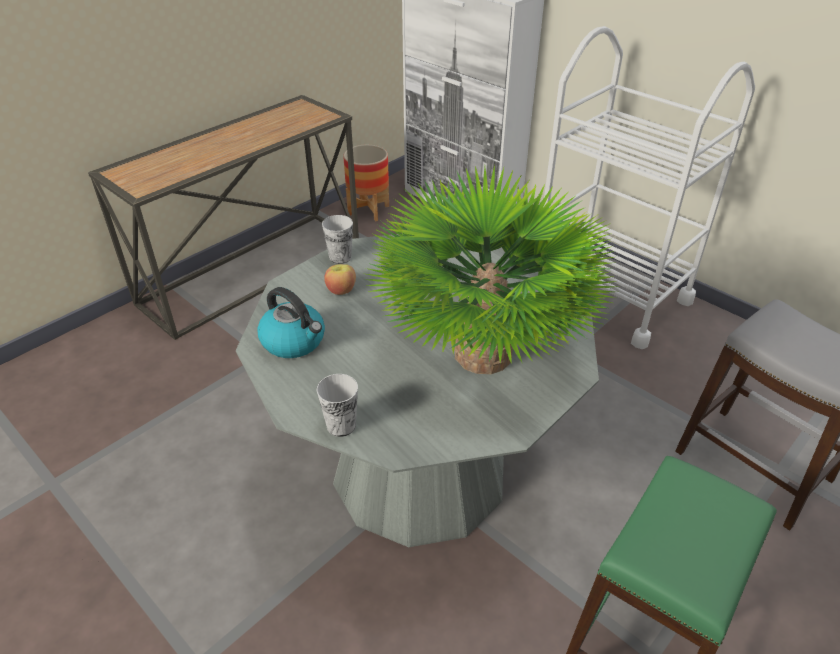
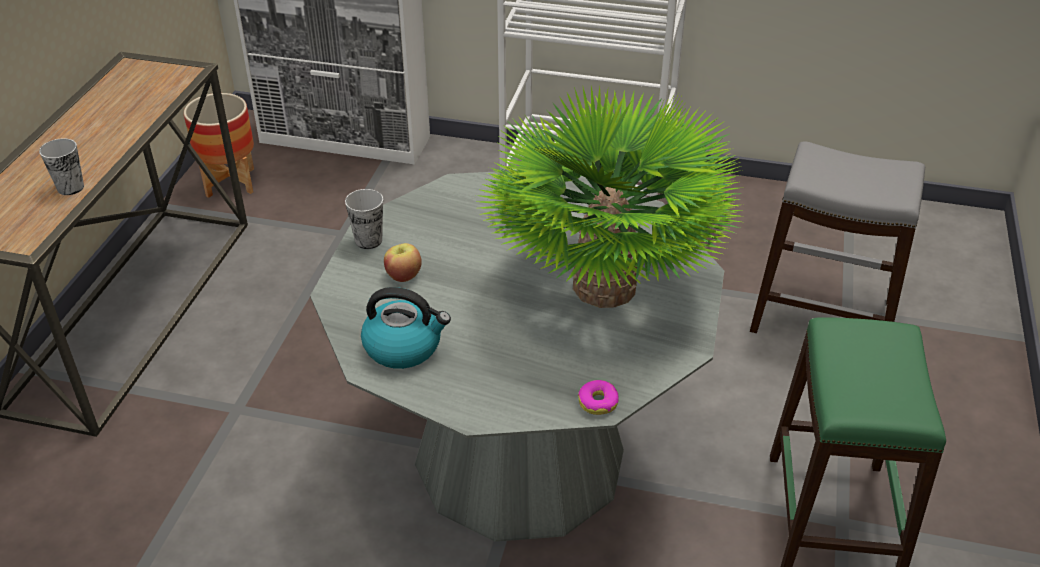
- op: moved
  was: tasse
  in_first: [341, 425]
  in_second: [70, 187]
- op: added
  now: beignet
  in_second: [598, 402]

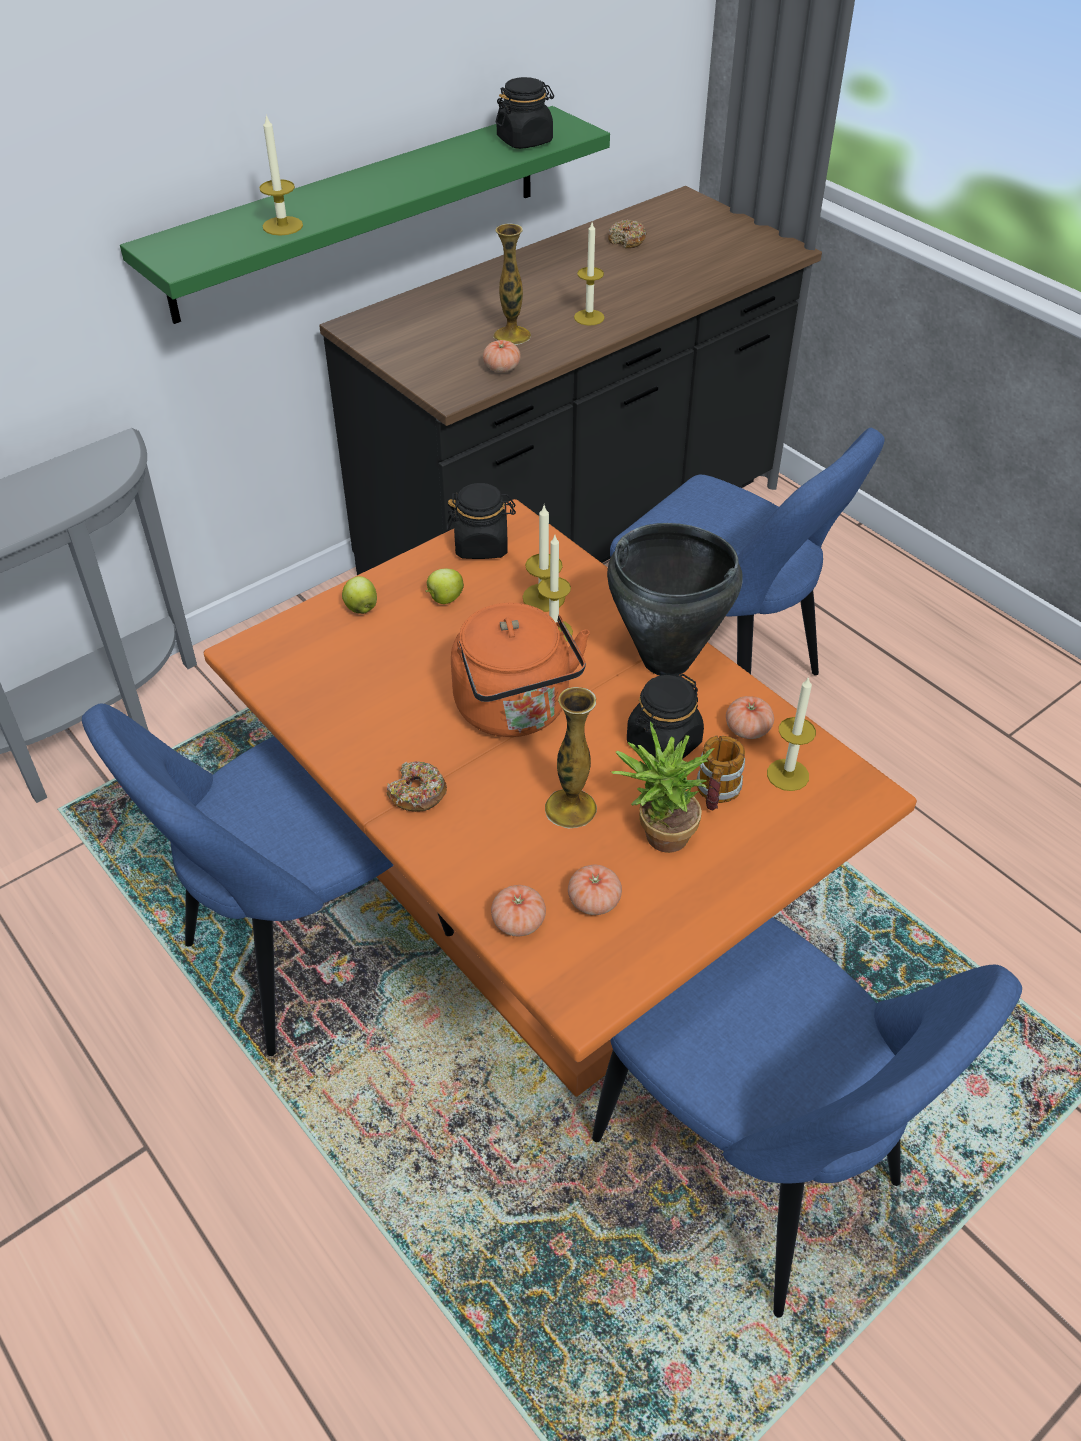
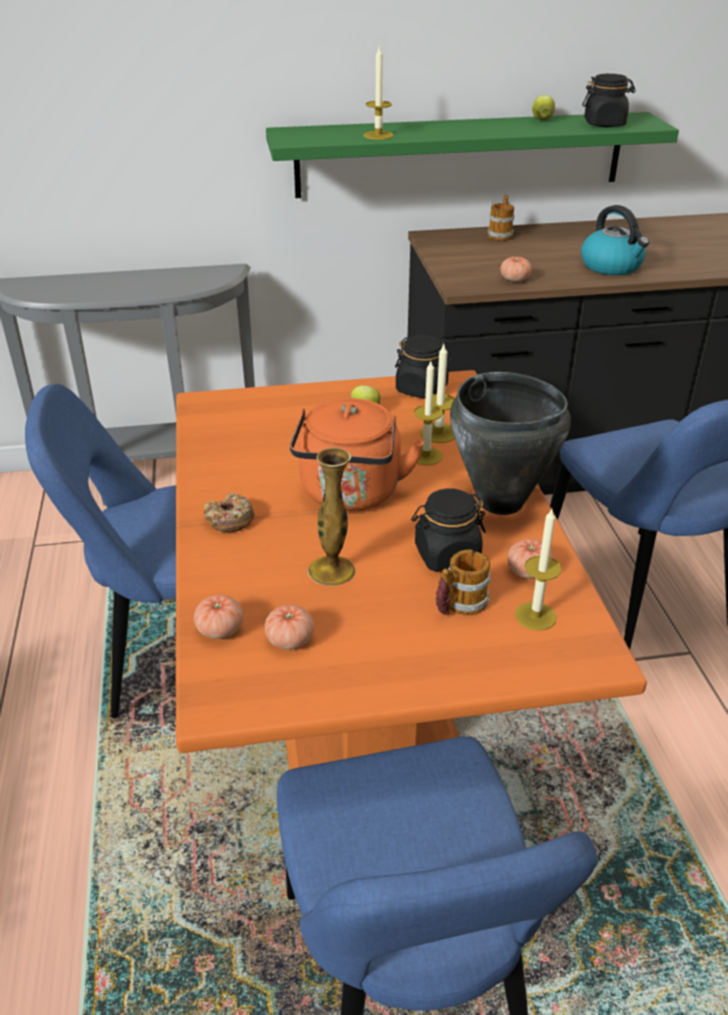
- op: added
  now: mug
  in_second: [501, 234]
- op: moved
  was: pomme
  in_first: [361, 608]
  in_second: [542, 120]
- op: replaced
  was: bougie
  now: bouilloire
  in_first: [589, 317]
  in_second: [612, 266]
- op: removed
  was: vase
  in_first: [512, 335]
- op: removed
  was: beignet
  in_first: [627, 241]
- op: removed
  was: plante en pot
  in_first: [657, 837]

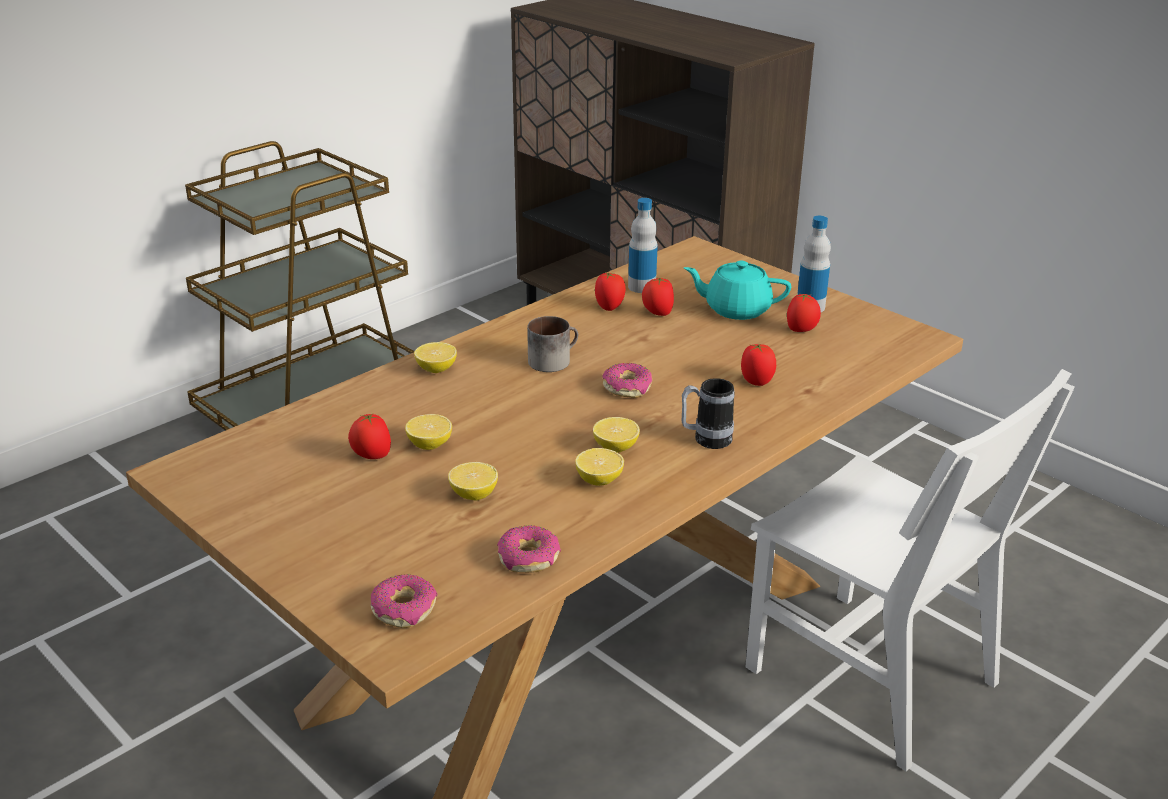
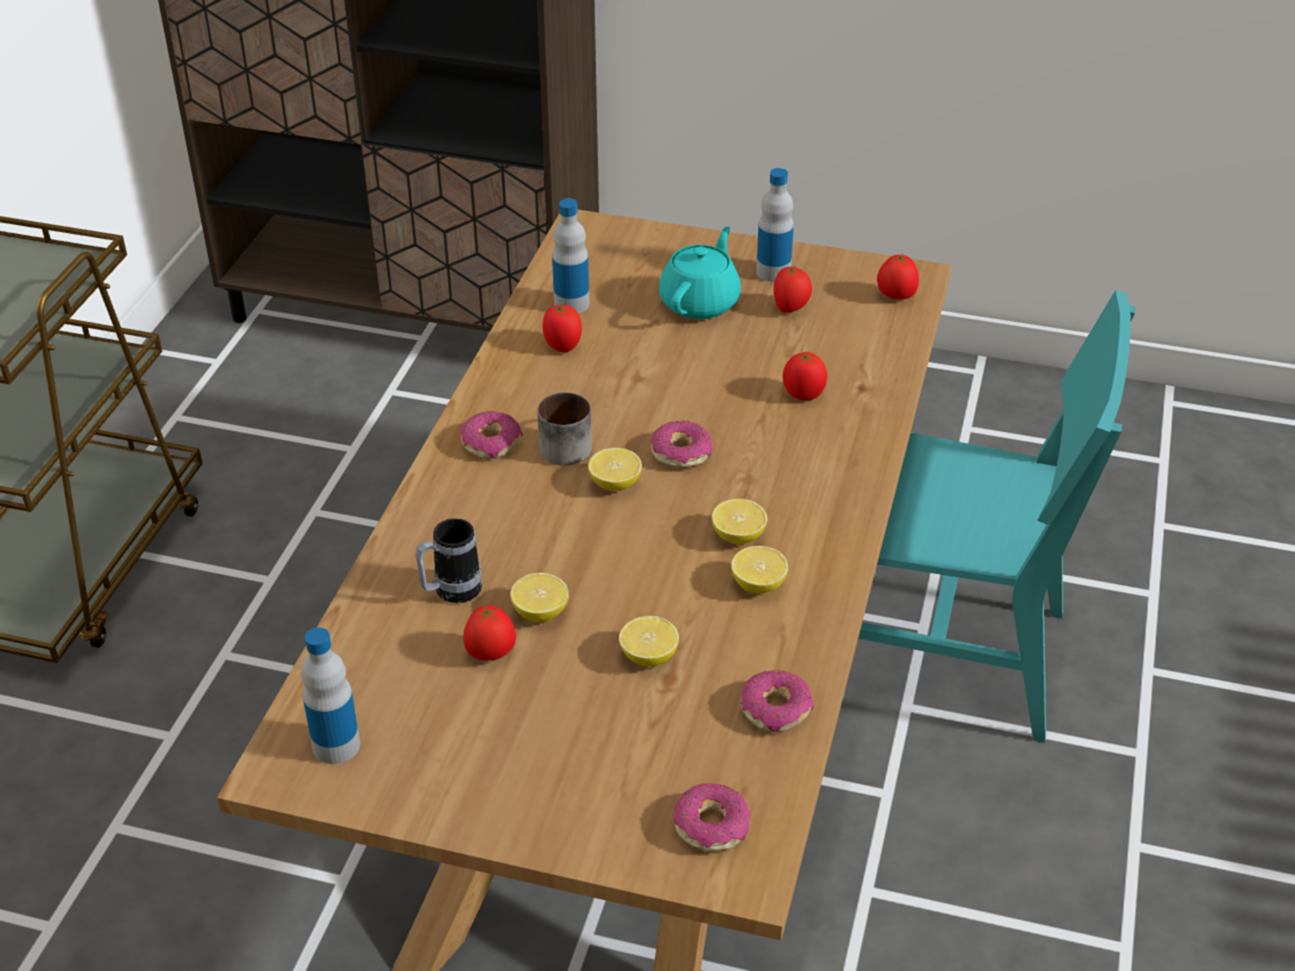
- op: added
  now: bouteille
  in_second: [336, 745]
- op: moved
  was: mug
  in_first: [705, 440]
  in_second: [450, 592]
- op: added
  now: beignet
  in_second: [491, 443]
- op: moved
  was: citron
  in_first: [436, 369]
  in_second: [615, 484]
- op: turned
  was: théière/turquoise
  in_first: [736, 309]
  in_second: [700, 302]
  clockwise: 135
- op: recoloured
  was: chaise/blanc
  now: chaise/turquoise
  in_first: [870, 676]
  in_second: [948, 655]
- op: moved
  was: tomate
  in_first: [657, 313]
  in_second: [896, 296]

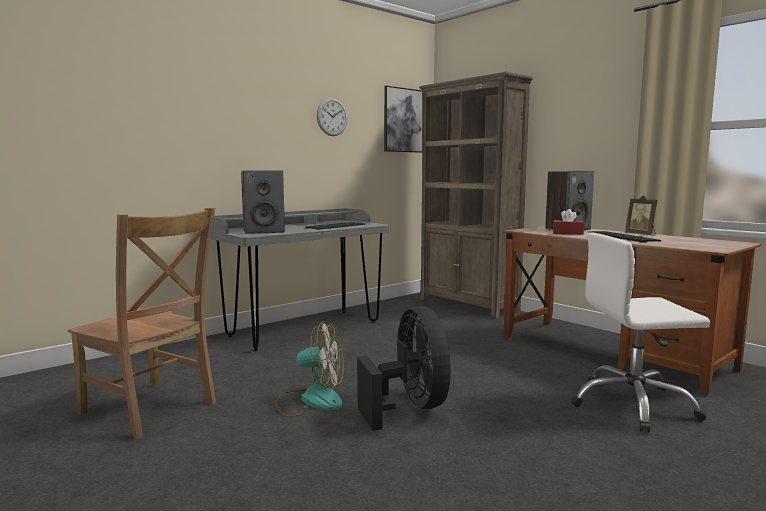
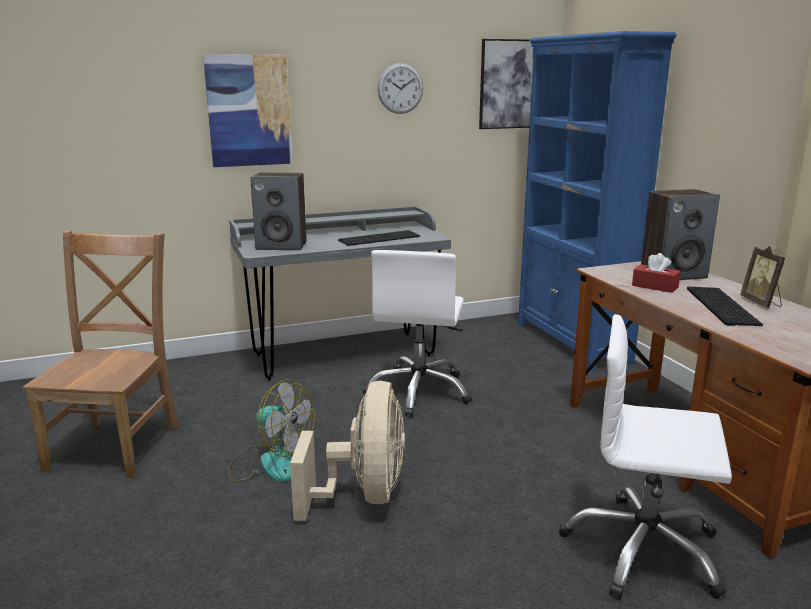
- op: turned
  was: chaise/marron
  in_first: [151, 410]
  in_second: [117, 444]
  clockwise: -135
- op: added
  now: tableau
  in_second: [249, 111]
- op: recoloured
  was: ventilateur/noir
  now: ventilateur/beige
  in_first: [410, 408]
  in_second: [364, 495]
- op: added
  now: chaise de bureau/blanc
  in_second: [419, 391]
- op: recoloured
  was: bibliothèque/marron
  now: bibliothèque/bleu
  in_first: [468, 305]
  in_second: [572, 342]

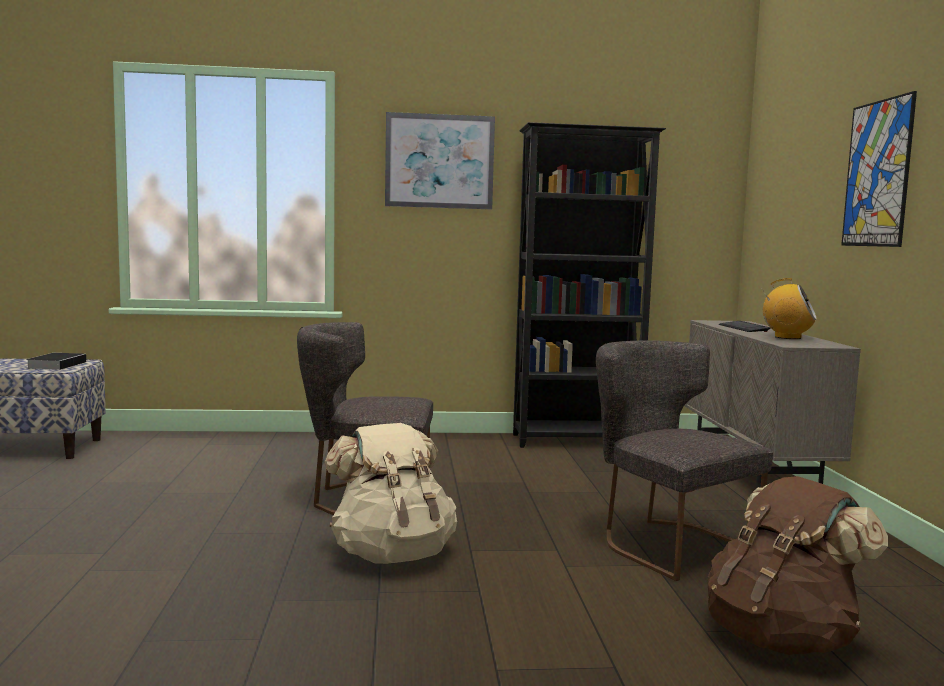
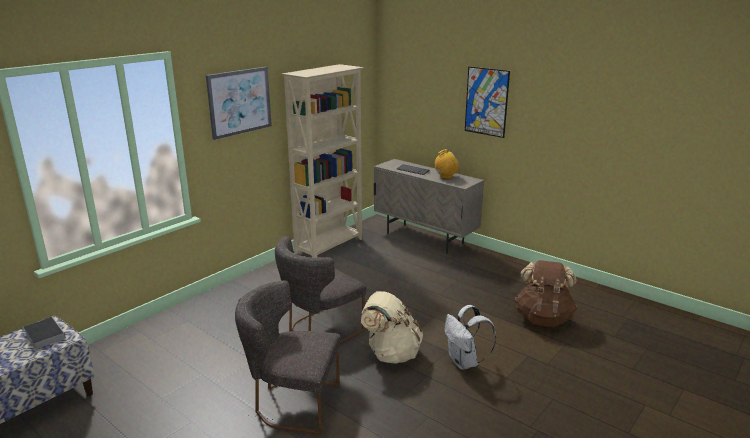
- op: moved
  was: chaise/gris
  in_first: [666, 543]
  in_second: [292, 403]
- op: recoloured
  was: bibliothèque/noir
  now: bibliothèque/beige
  in_first: [577, 441]
  in_second: [330, 246]
- op: added
  now: sac à dos/blanc
  in_second: [465, 362]

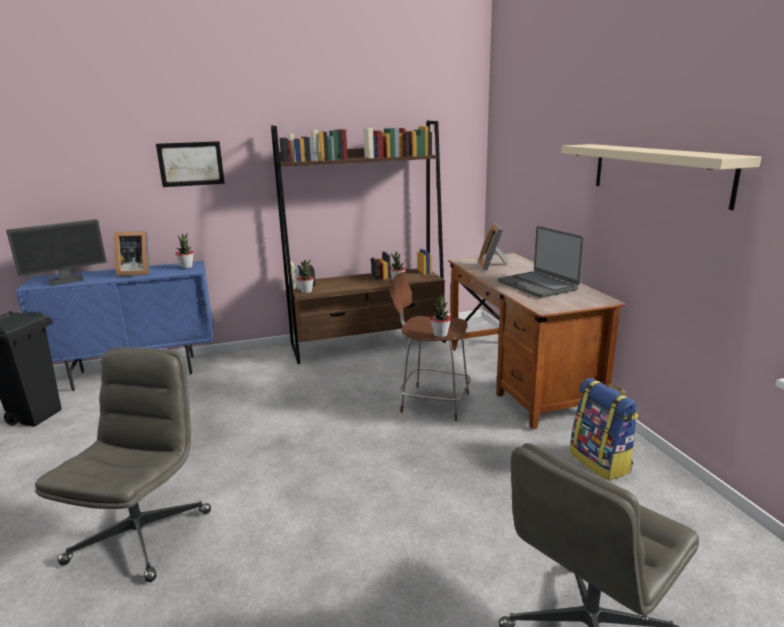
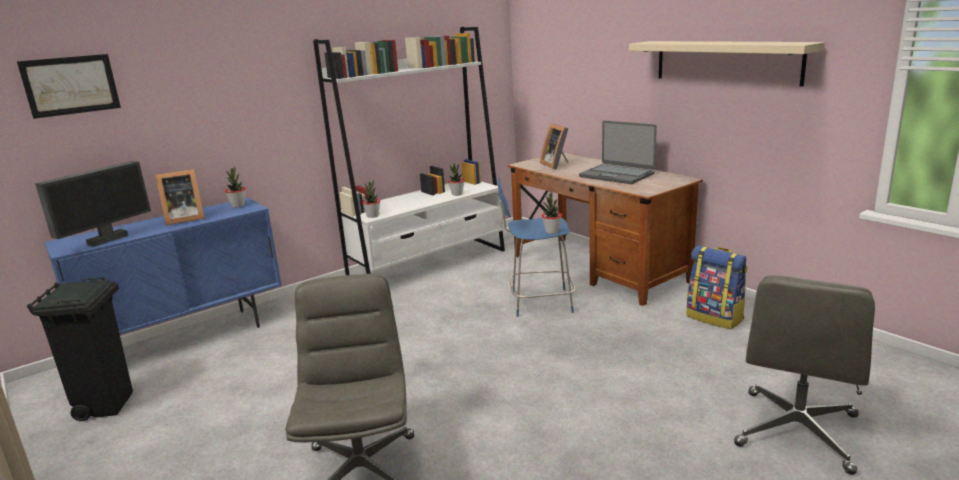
- op: moved
  was: tableau
  in_first: [191, 164]
  in_second: [71, 85]
- op: recoloured
  was: bibliothèque/marron
  now: bibliothèque/blanc
  in_first: [368, 343]
  in_second: [429, 264]
- op: recoloured
  was: tabouret/marron
  now: tabouret/bleu
  in_first: [432, 402]
  in_second: [538, 302]

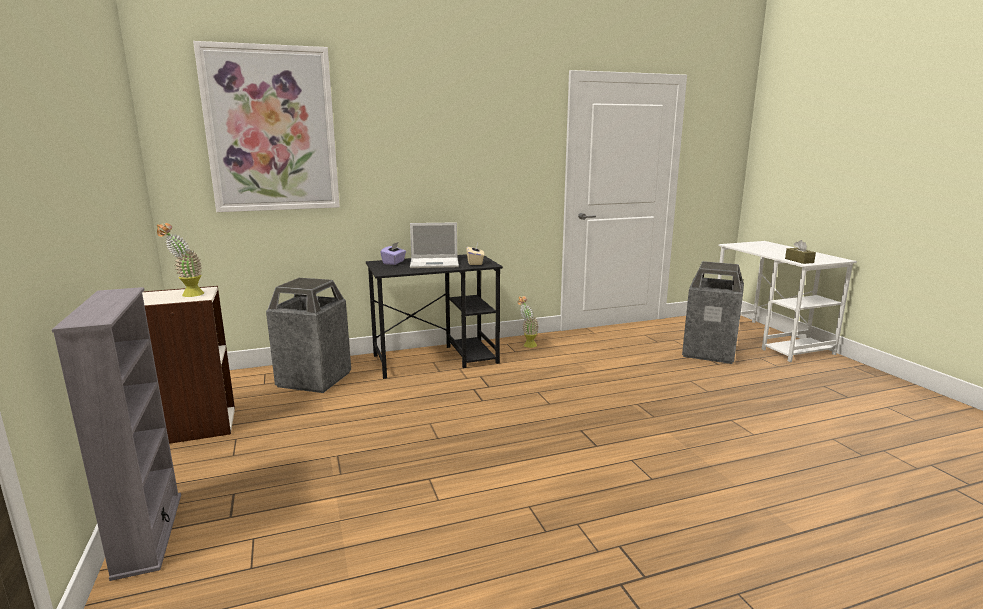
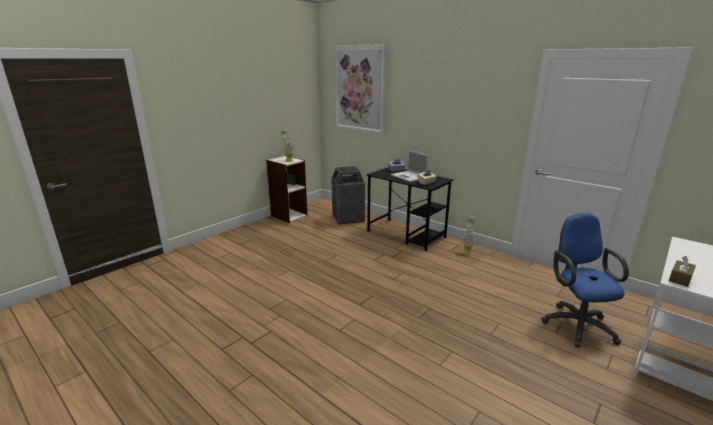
- op: replaced
  was: poubelle
  now: chaise de bureau/bleu
  in_first: [708, 352]
  in_second: [576, 324]
- op: removed
  was: bibliothèque/gris
  in_first: [148, 534]

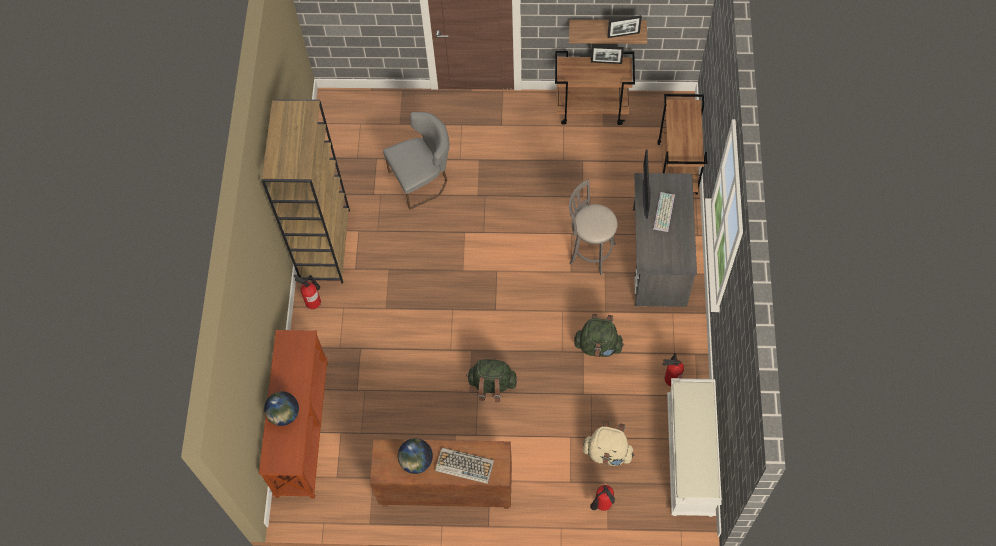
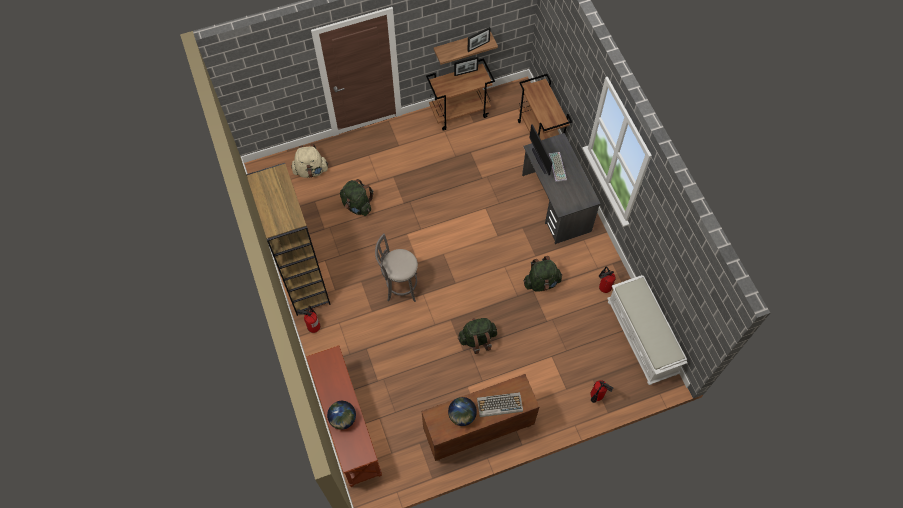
- op: moved
  was: sac à dos/beige
  in_first: [607, 452]
  in_second: [311, 170]
- op: replaced
  was: chaise/gris
  now: sac à dos/vert
  in_first: [422, 180]
  in_second: [357, 205]
- op: moved
  was: tabouret/gris
  in_first: [590, 252]
  in_second: [400, 287]

